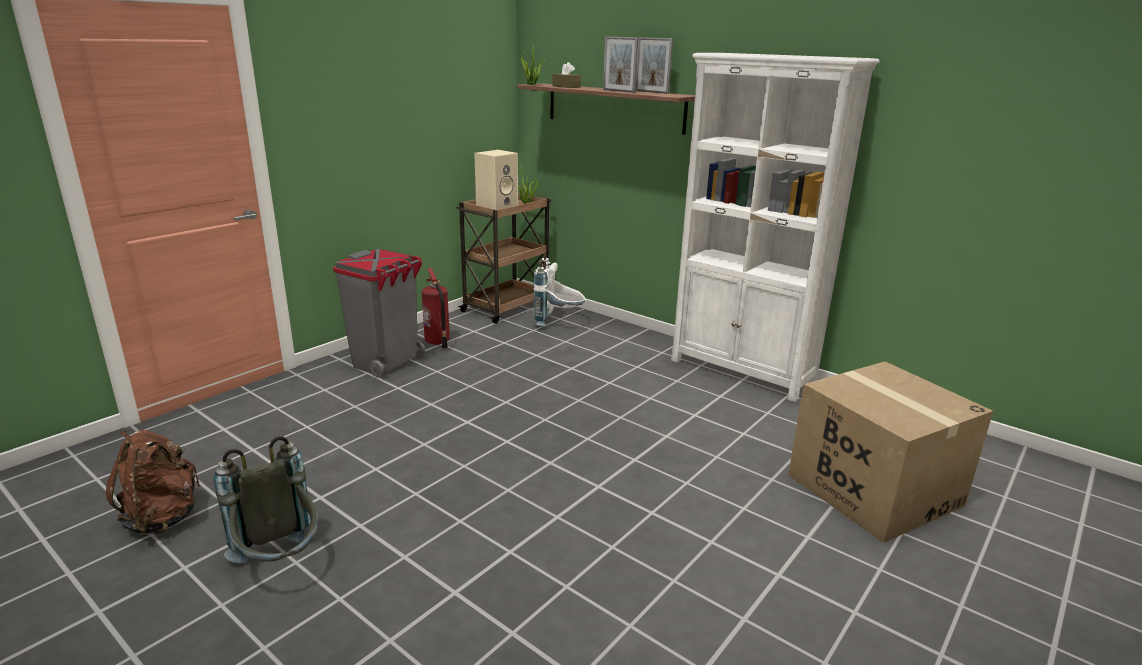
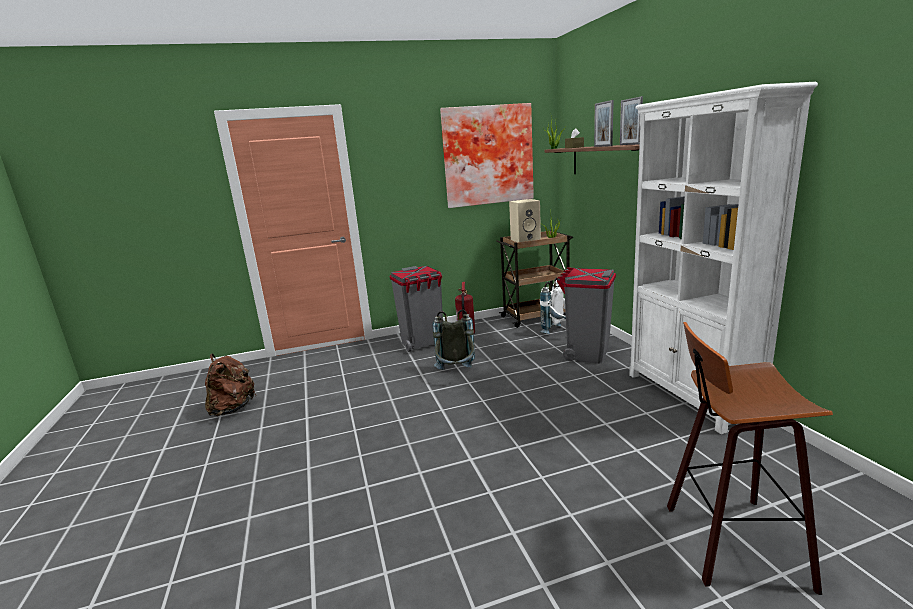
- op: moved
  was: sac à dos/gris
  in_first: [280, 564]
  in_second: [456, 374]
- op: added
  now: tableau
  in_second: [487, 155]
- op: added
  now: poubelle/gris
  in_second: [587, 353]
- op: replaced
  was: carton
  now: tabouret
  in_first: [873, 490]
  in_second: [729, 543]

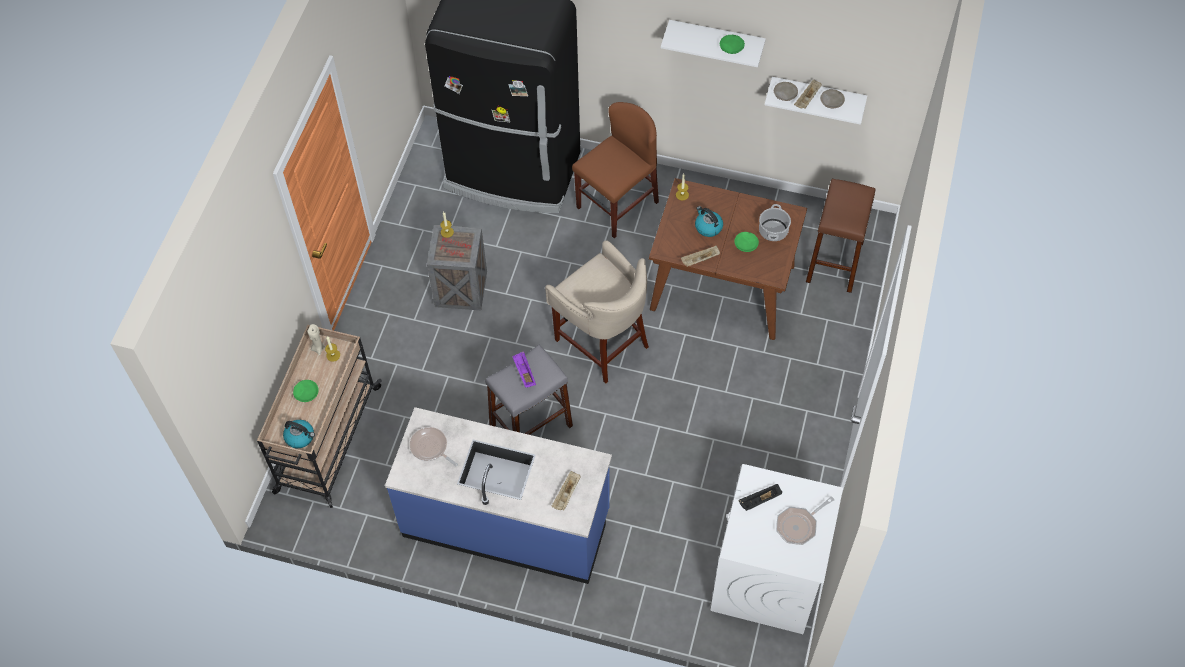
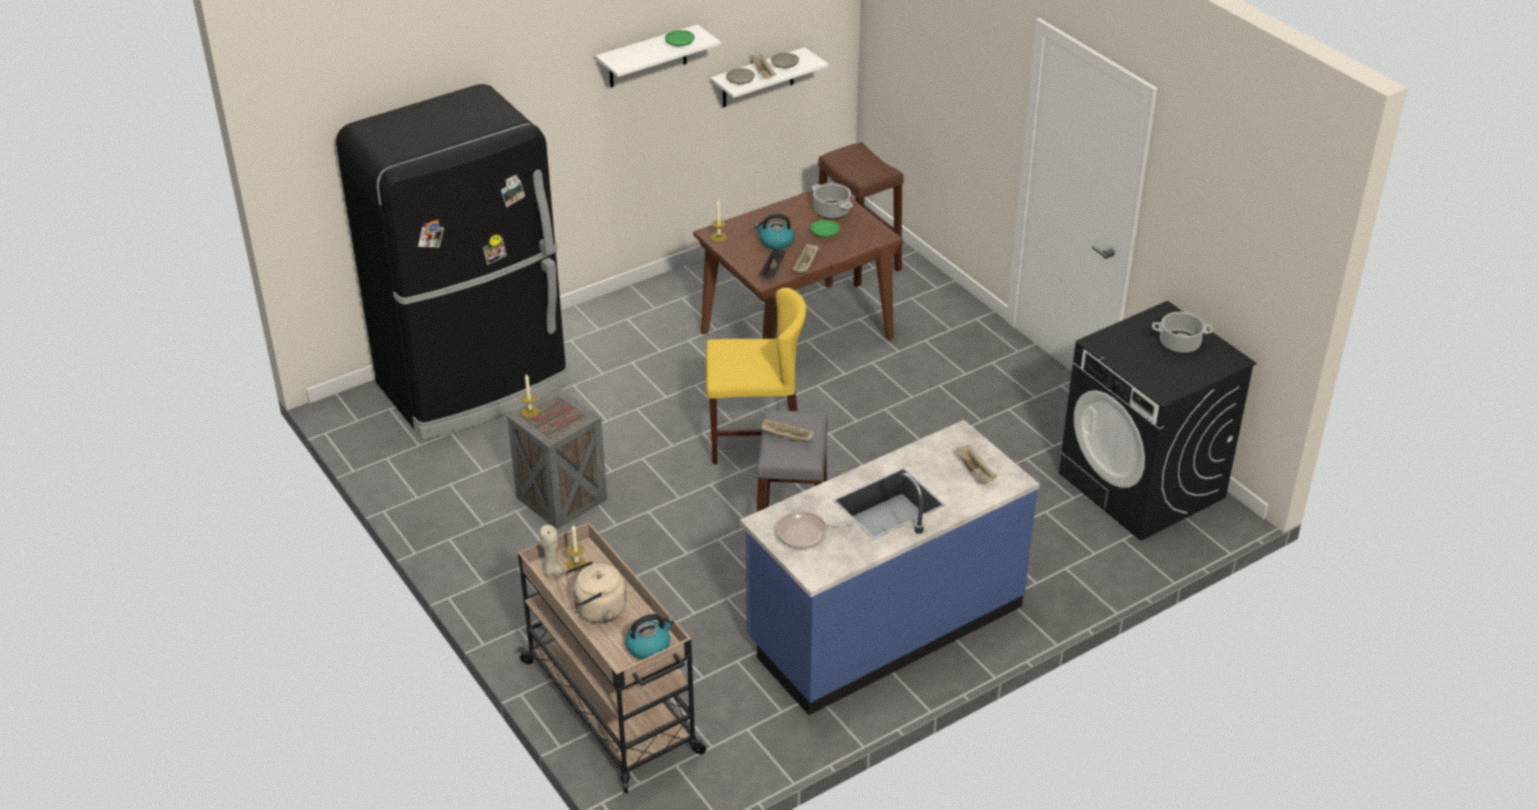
- op: replaced
  was: assiette/vert
  now: bouilloire/beige
  in_first: [306, 393]
  in_second: [597, 611]
- op: replaced
  was: tabouret/beige
  now: chaise/jaune
  in_first: [602, 341]
  in_second: [755, 439]
- op: moved
  was: plateau/noir
  in_first: [759, 501]
  in_second: [773, 271]
- op: recoloured
  was: plateau/violet
  now: plateau/beige
  in_first: [524, 373]
  in_second: [786, 437]
- op: recoloured
  was: lave-linge/blanc
  now: lave-linge/noir
  in_first: [767, 578]
  in_second: [1142, 485]
- op: replaced
  was: poêle
  now: marmite
  in_first: [799, 525]
  in_second: [1180, 344]
- op: removed
  was: chaise/marron
  in_first: [617, 205]

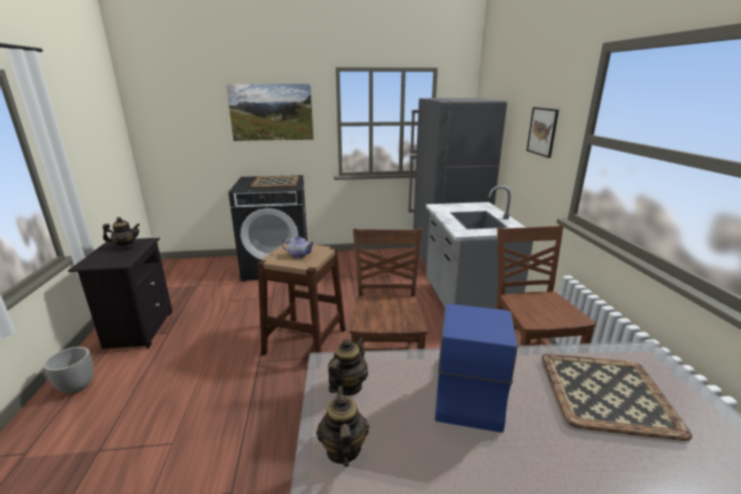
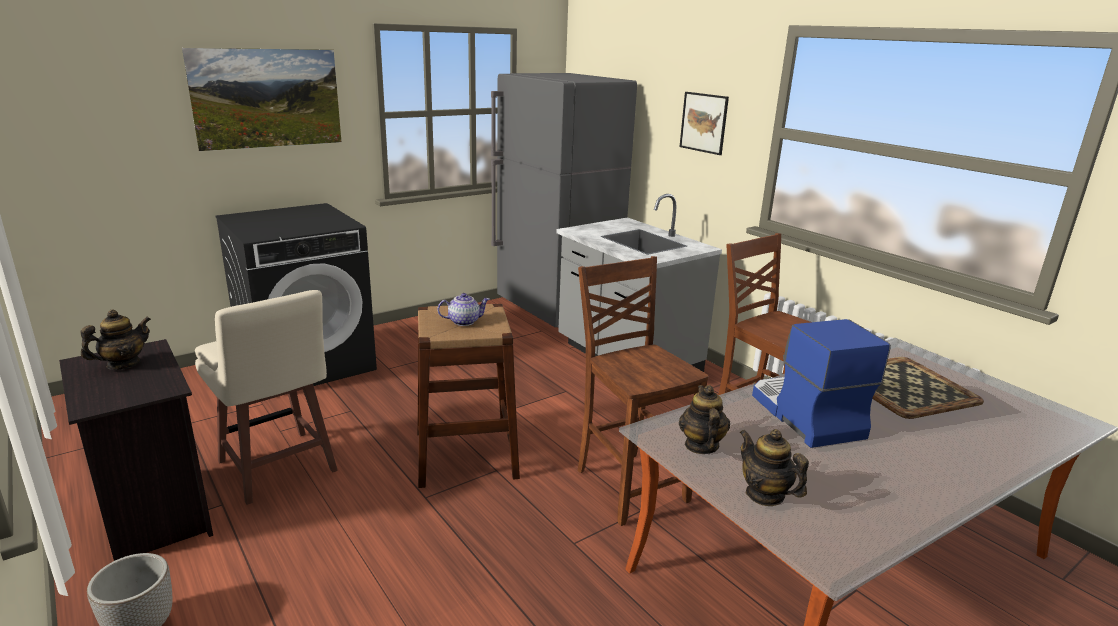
- op: added
  now: tabouret/beige
  in_second: [277, 468]
- op: removed
  was: plateau
  in_first: [275, 182]

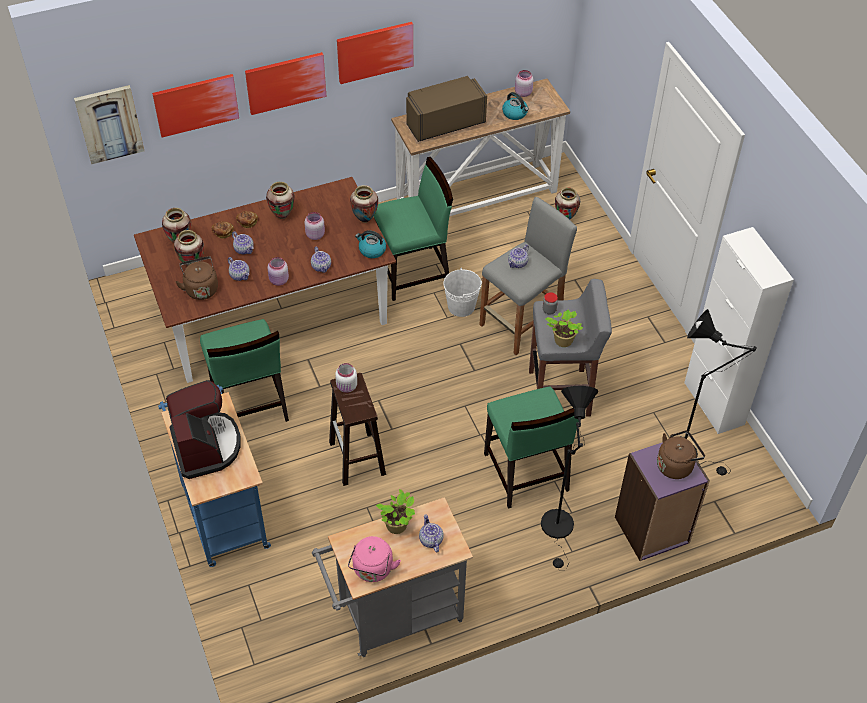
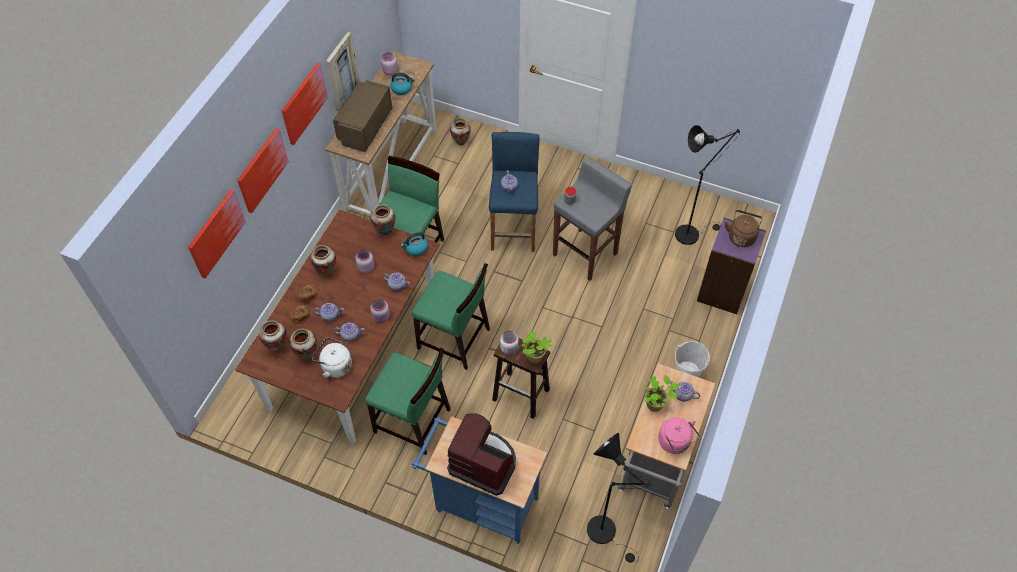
- op: recoloured
  was: bouilloire/marron
  now: bouilloire/blanc
  in_first: [201, 288]
  in_second: [335, 366]
- op: moved
  was: tableau
  in_first: [109, 123]
  in_second: [341, 71]
- op: moved
  was: chaise/vert
  in_first: [525, 473]
  in_second: [454, 339]
- op: recoloured
  was: tabouret/gris
  now: tabouret/bleu
  in_first: [522, 323]
  in_second: [514, 228]
- op: moved
  was: plante en pot
  in_first: [562, 341]
  in_second: [534, 357]
- op: moved
  was: lampadaire/noir
  in_first: [558, 530]
  in_second: [606, 533]
- op: moved
  was: seau/blanc
  in_first: [461, 306]
  in_second: [687, 372]
- op: removed
  was: meuble de rangement/blanc
  in_first: [714, 403]

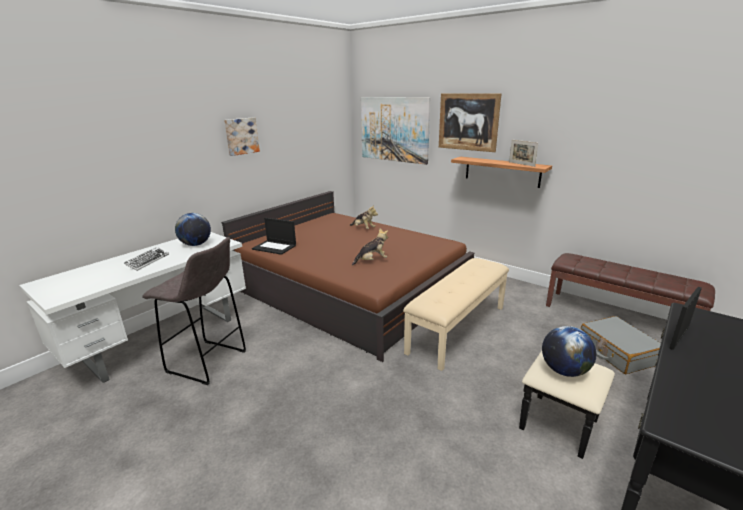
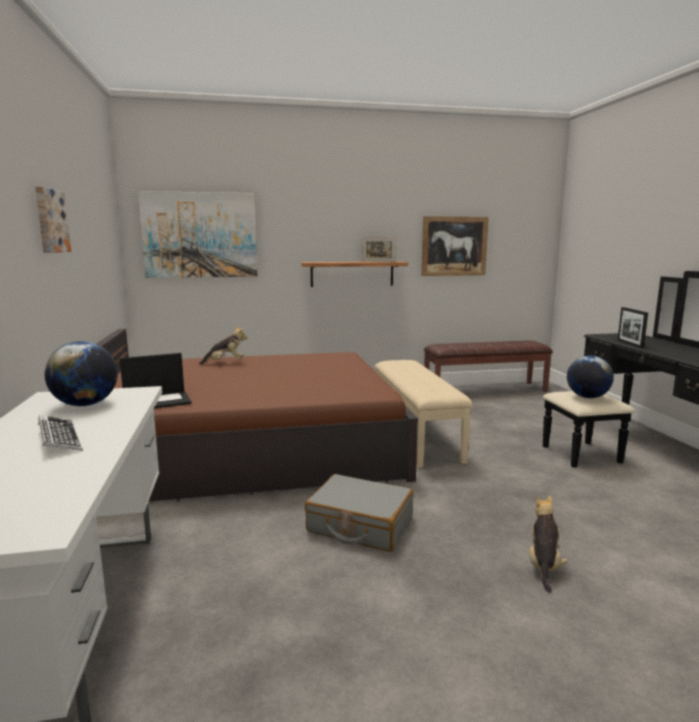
- op: moved
  was: valise/gris
  in_first: [617, 352]
  in_second: [360, 525]
- op: moved
  was: tableau
  in_first: [468, 122]
  in_second: [454, 246]
- op: moved
  was: peluche
  in_first: [372, 261]
  in_second: [544, 565]
- op: removed
  was: tabouret/gris
  in_first: [209, 362]

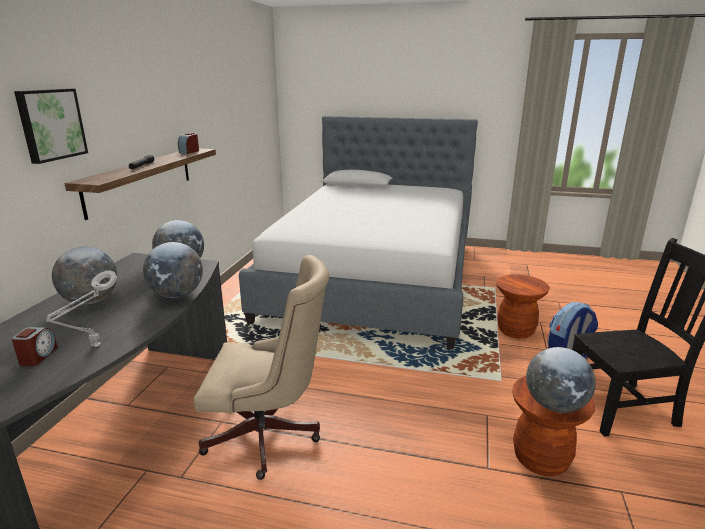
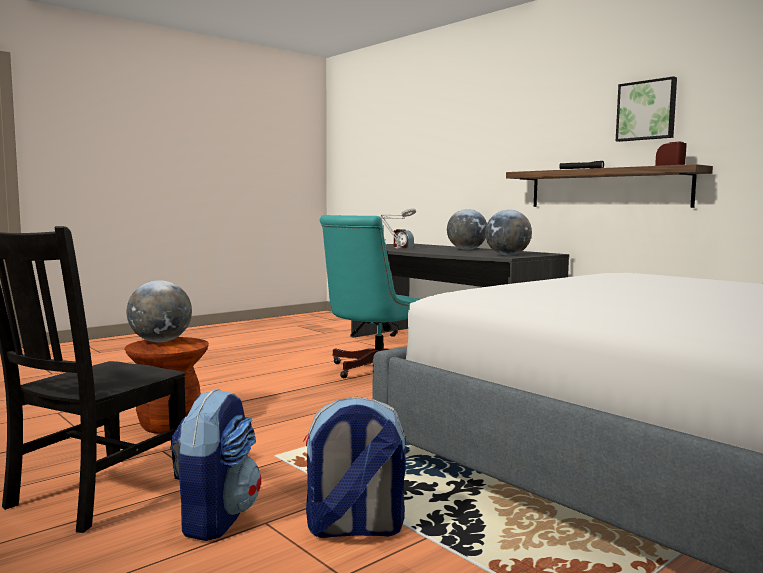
- op: replaced
  was: tabouret/marron
  now: sac à dos
  in_first: [515, 330]
  in_second: [354, 528]
- op: recoloured
  was: chaise de bureau/beige
  now: chaise de bureau/turquoise
  in_first: [269, 437]
  in_second: [372, 370]
- op: moved
  was: tableau
  in_first: [50, 124]
  in_second: [647, 110]
- op: removed
  was: globe
  in_first: [177, 295]

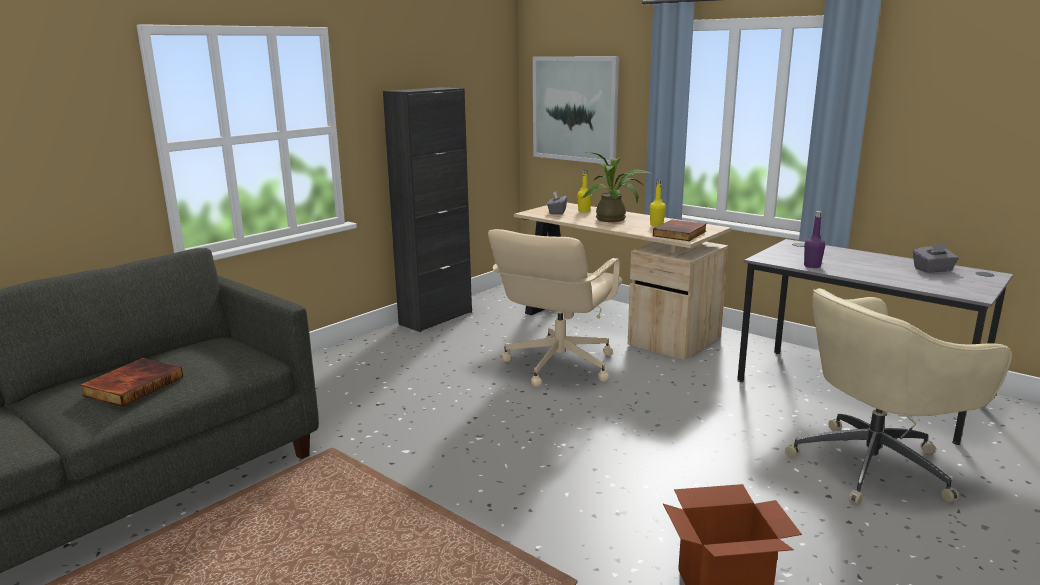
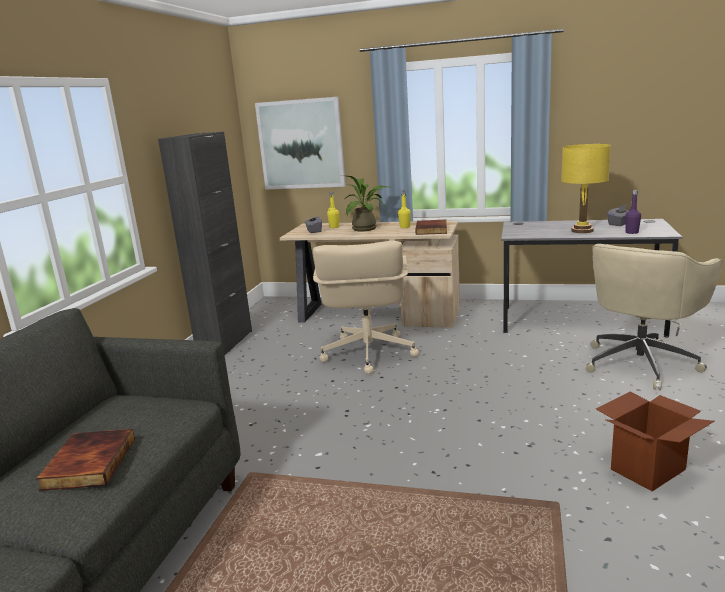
- op: added
  now: lampe de table/jaune
  in_second: [582, 231]
- op: moved
  was: bouteille/violet
  in_first: [812, 266]
  in_second: [632, 232]

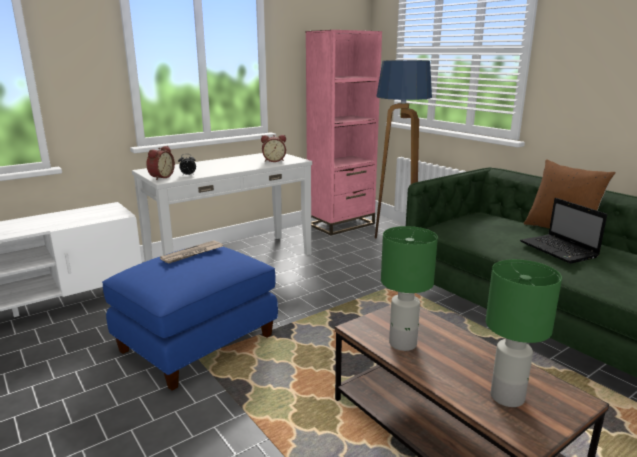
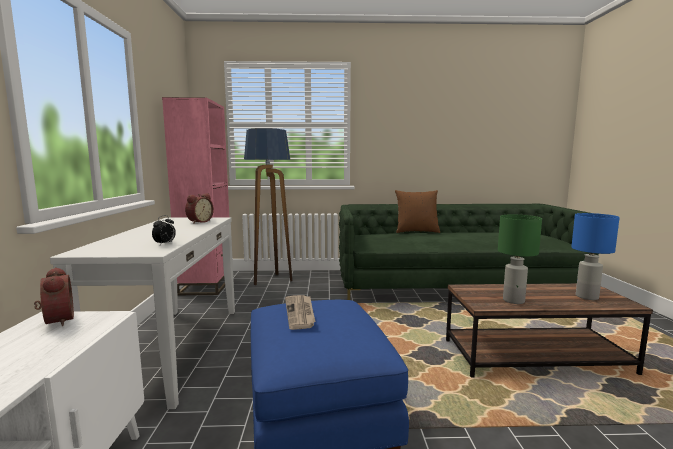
- op: moved
  was: réveil
  in_first: [160, 177]
  in_second: [56, 321]
- op: recoloured
  was: lampe de table/vert
  now: lampe de table/bleu
  in_first: [506, 397]
  in_second: [586, 297]
- op: removed
  was: ordinateur portable
  in_first: [559, 250]

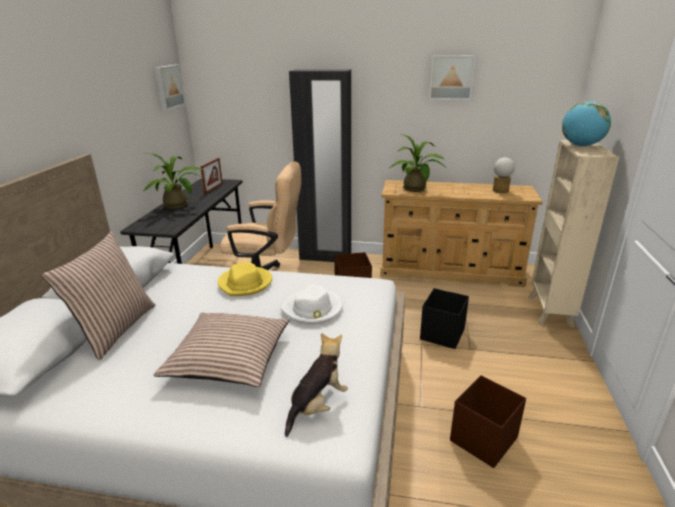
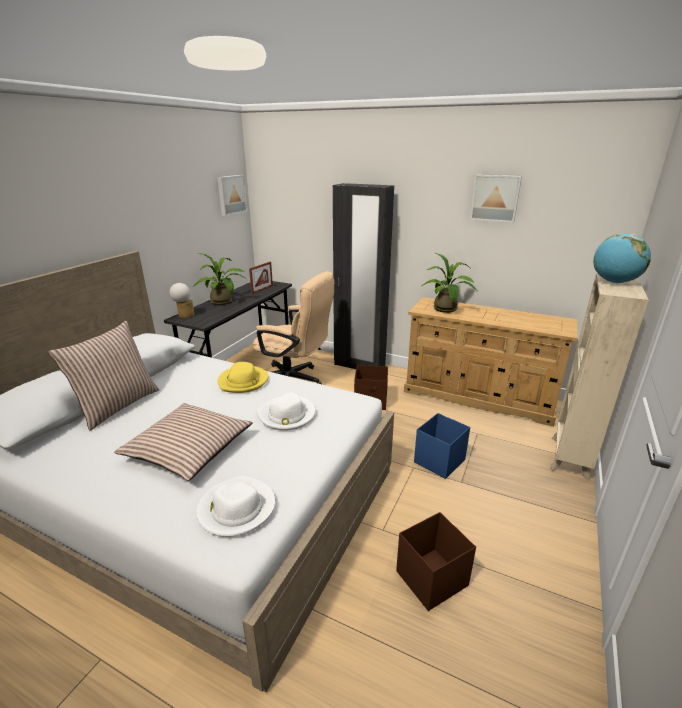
- op: moved
  was: lampe de table
  in_first: [500, 191]
  in_second: [184, 315]
- op: replaced
  was: peluche
  now: chapeau/blanc
  in_first: [317, 405]
  in_second: [236, 509]
- op: recoloured
  was: boîte de rangement/noir
  now: boîte de rangement/bleu
  in_first: [442, 334]
  in_second: [438, 461]

